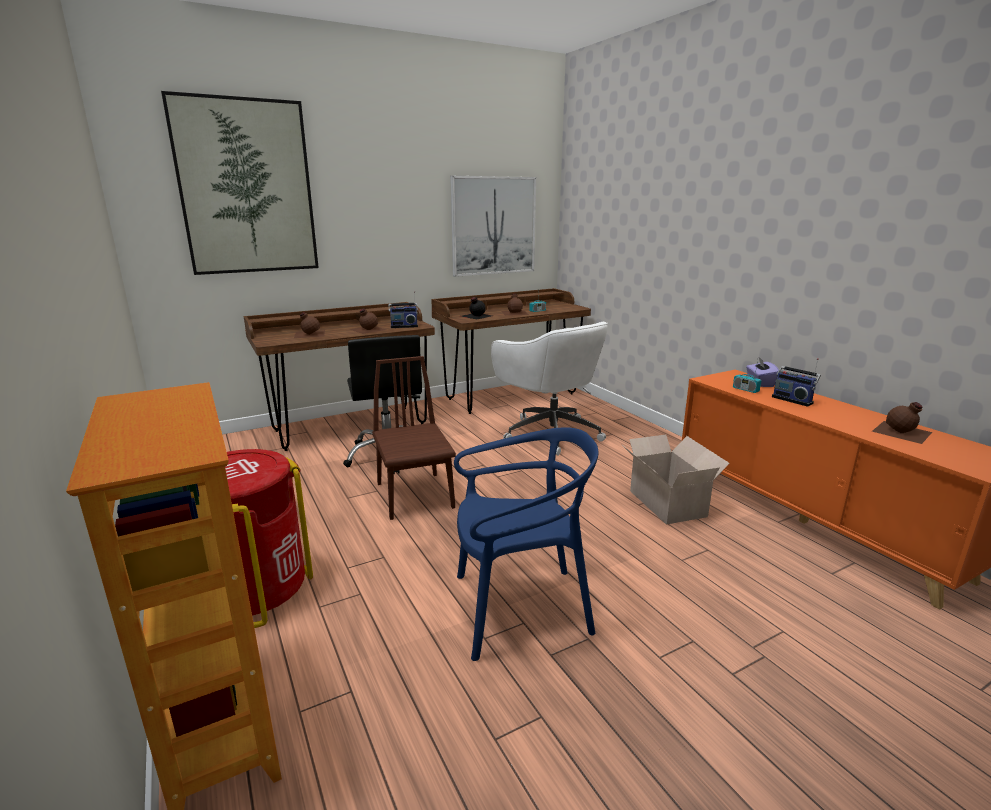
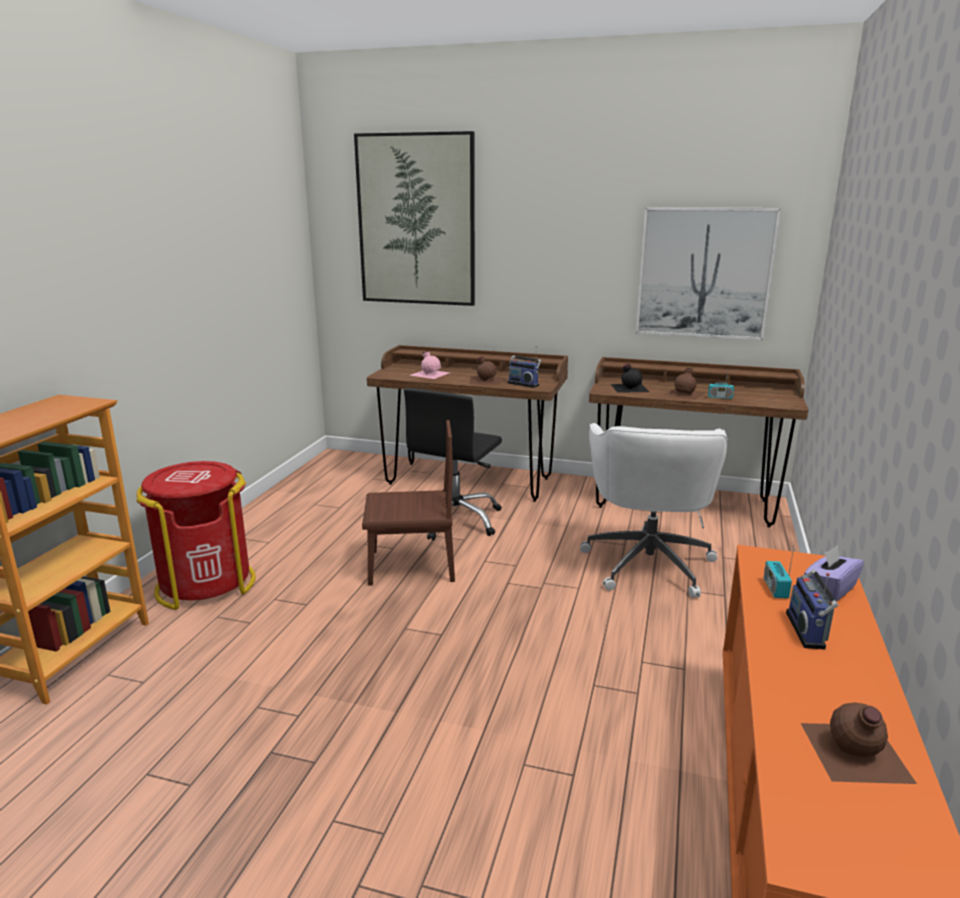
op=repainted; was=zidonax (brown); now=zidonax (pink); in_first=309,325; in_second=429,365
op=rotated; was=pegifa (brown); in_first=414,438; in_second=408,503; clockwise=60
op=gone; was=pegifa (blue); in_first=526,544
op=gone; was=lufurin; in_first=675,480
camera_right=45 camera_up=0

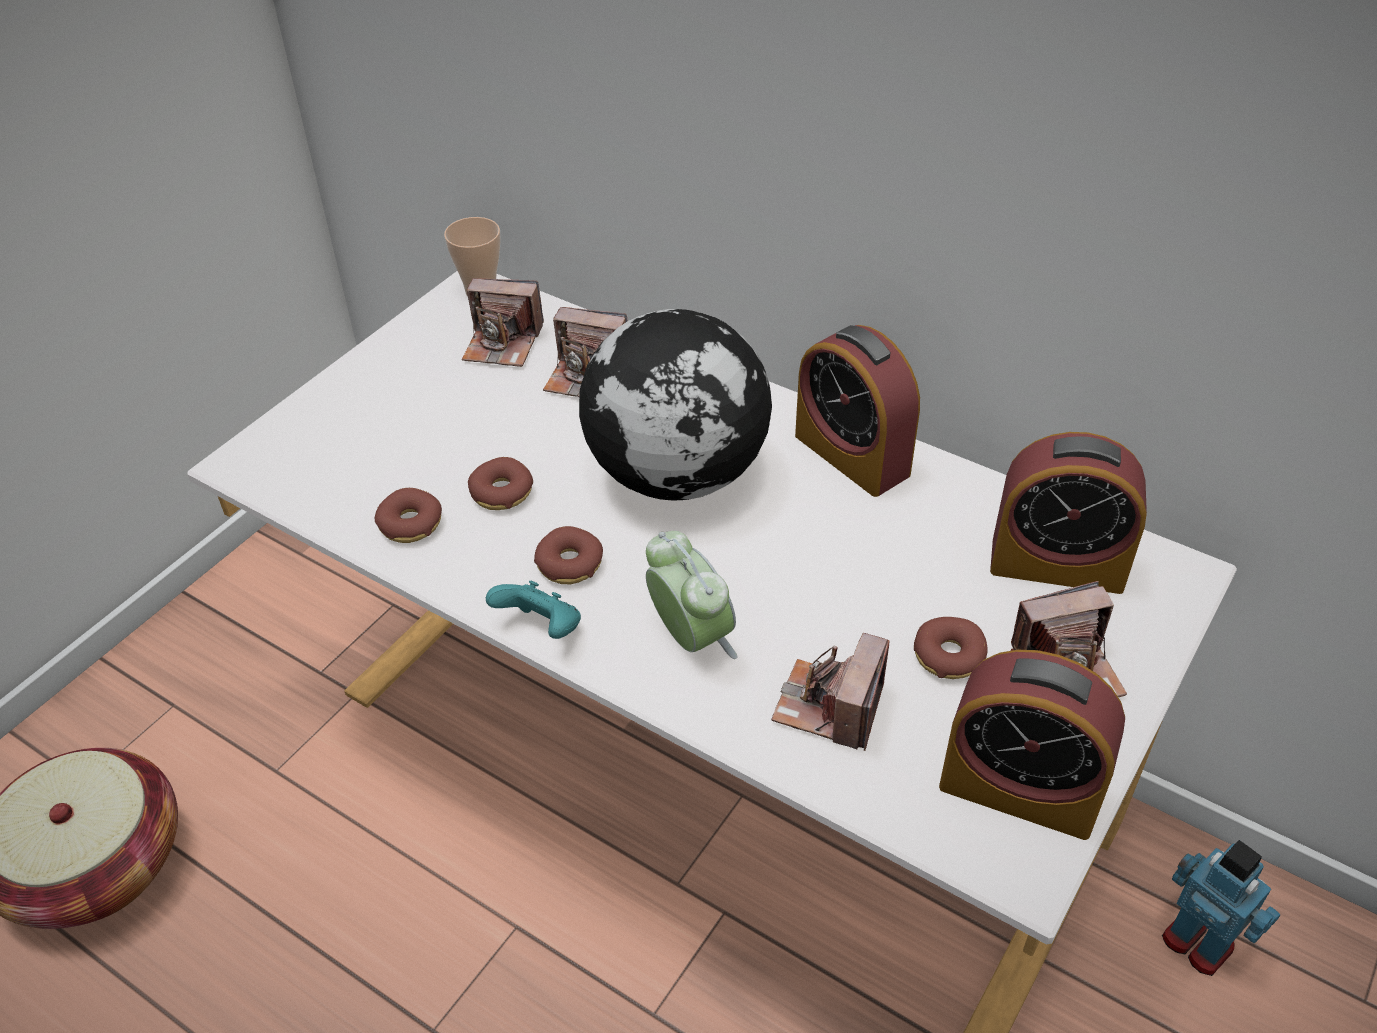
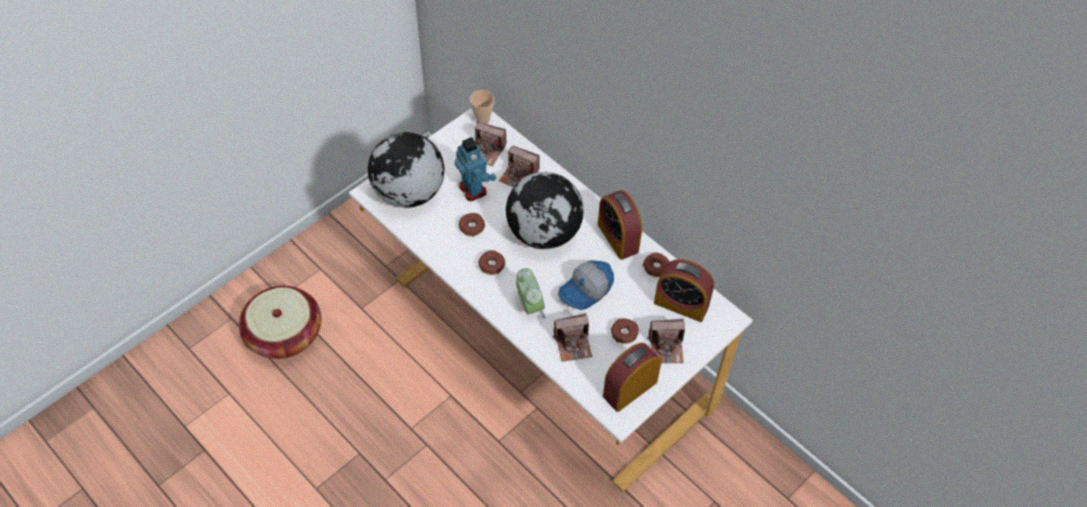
op=shifted; was=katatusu; in_first=408,515; in_second=656,265
op=gone; was=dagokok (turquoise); in_first=533,610
op=rotated; was=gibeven; in_first=830,692; in_second=572,337; clockwise=-135
op=rotated; was=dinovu; in_first=1032,745; in_second=632,377; clockwise=105
op=shifted; was=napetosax; in_first=1221,908; in_second=475,169
op=new; now=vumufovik; in_second=406,170
op=new; now=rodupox; in_second=586,285
camera_right=10 camera_up=10

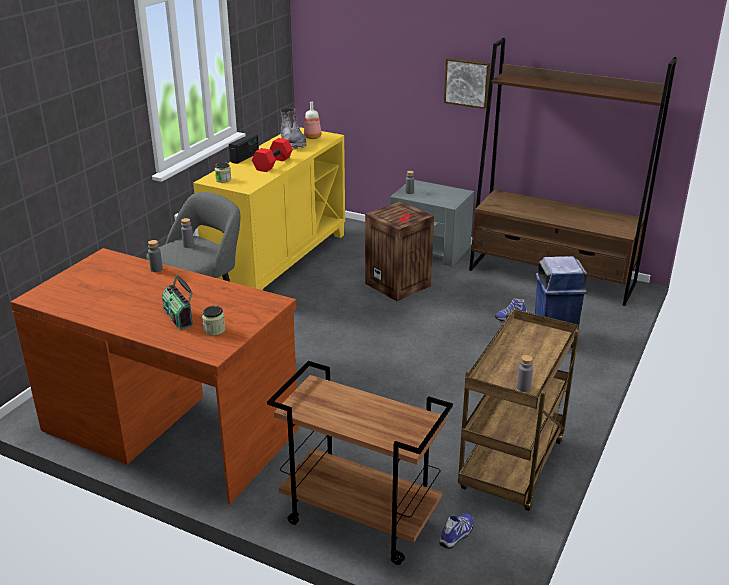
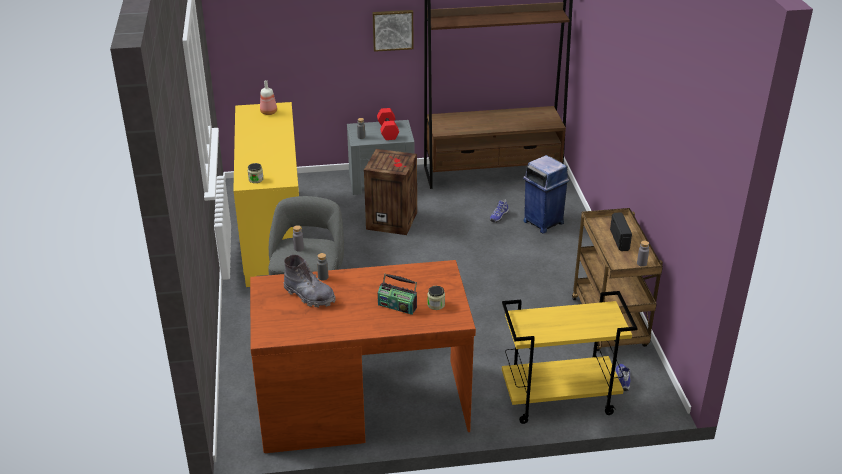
op=shifted; was=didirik; in_first=244,148; in_second=621,231
op=shifted; was=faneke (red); in_first=272,155; in_second=388,124
op=repainted; was=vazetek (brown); now=vazetek (yellow); in_first=360,463; in_second=570,357
op=shifted; was=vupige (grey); in_first=293,128; in_second=310,281
camera_right=-35 camera_up=5

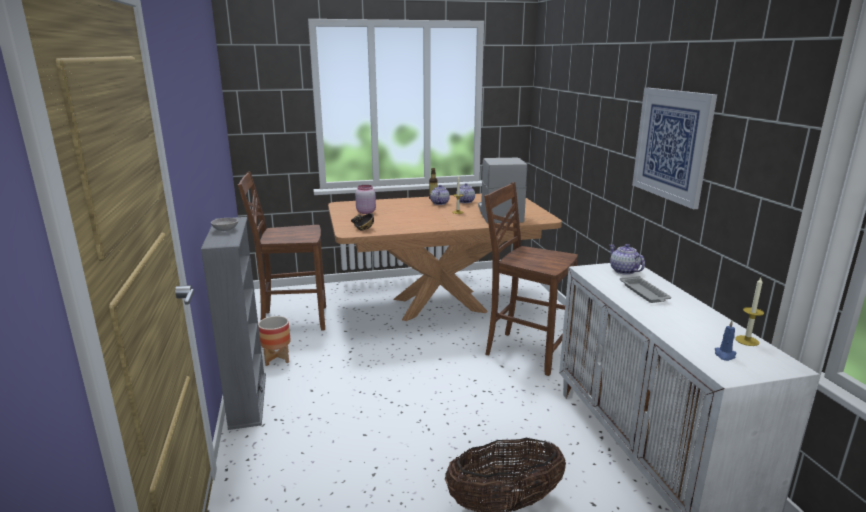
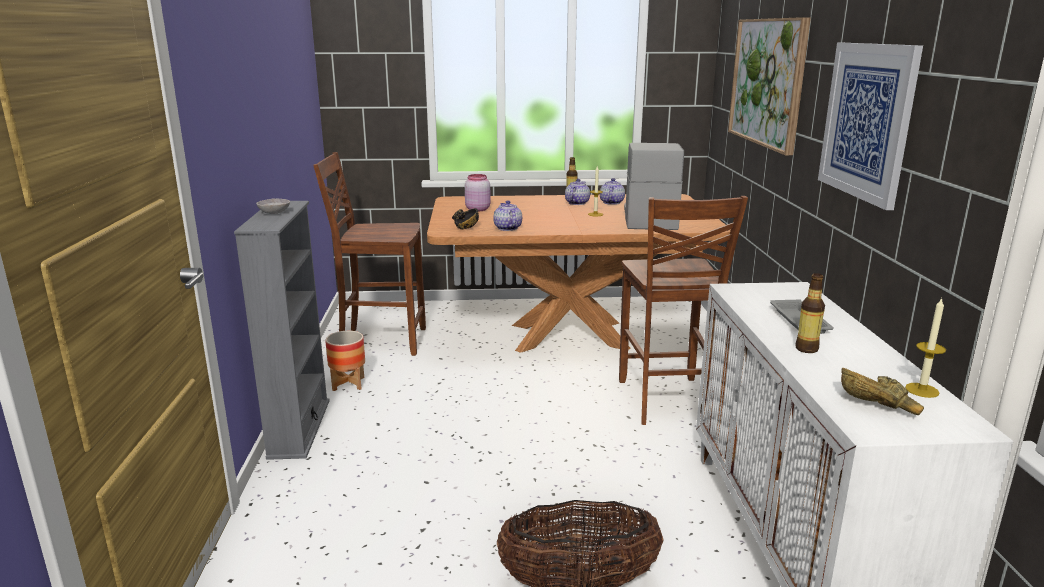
op=rotated; was=pegifa (brown); in_first=531,279; in_second=683,310; clockwise=-135
op=shifted; was=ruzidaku; in_first=627,259; in_second=507,215
op=swapped; was=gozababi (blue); now=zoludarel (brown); in_first=725,340; in_second=882,391
op=new; now=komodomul; in_second=769,86
op=new; now=zidonax; in_second=810,313
camera_right=10 camera_up=0

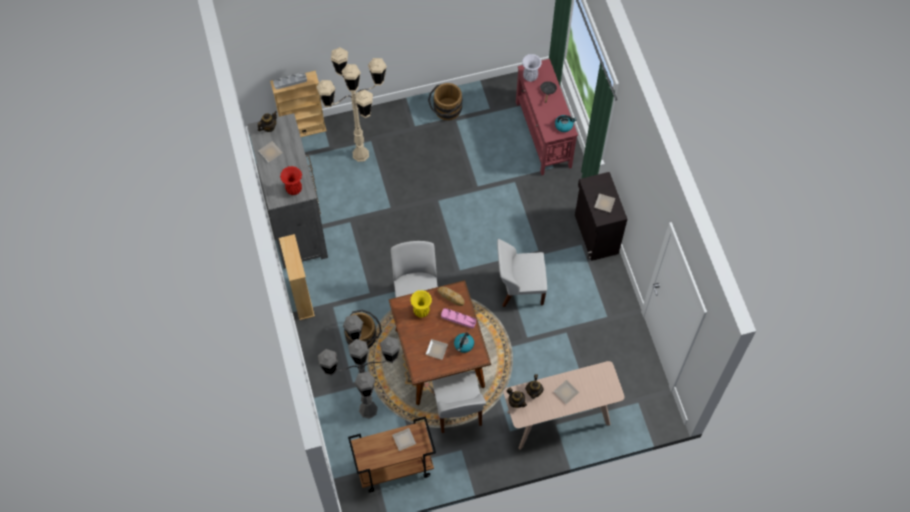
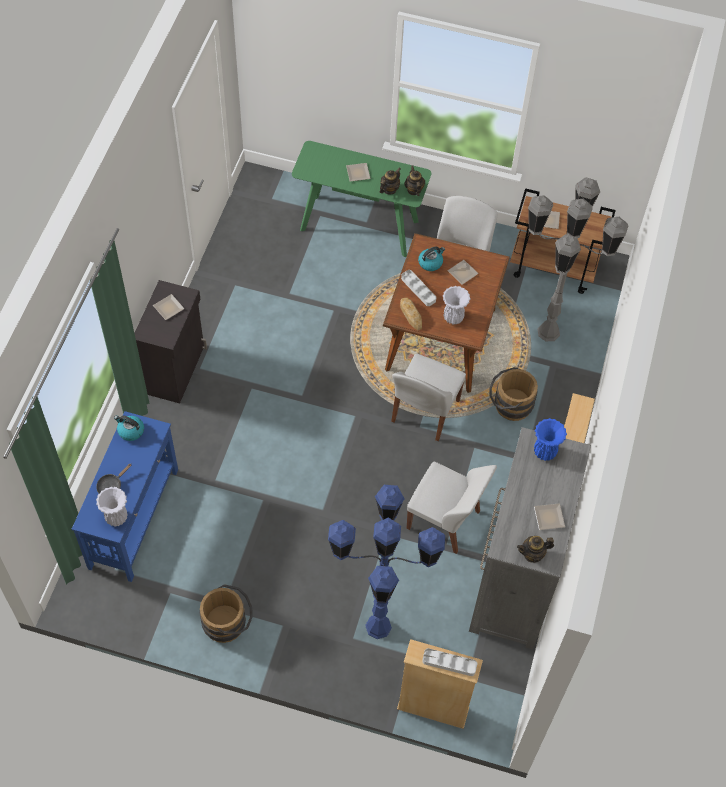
op=repainted; was=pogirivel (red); now=pogirivel (blue); in_first=291,180; in_second=550,439
op=repainted; was=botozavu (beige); now=botozavu (blue); in_first=351,104; in_second=386,562
op=repainted; was=pogirivel (yellow); now=pogirivel (white); in_first=421,303; in_second=456,305
op=repainted; was=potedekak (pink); now=potedekak (grey); in_first=458,318; in_second=418,288
op=shifted; was=pegifa (white); in_first=522,273; in_second=452,508
op=repainted; was=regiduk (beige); now=regiduk (green); in_first=564,405; in_second=362,199
op=repainted; was=regiduk (red); now=regiduk (blue); in_first=547,117; in_second=125,496
camera_right=-150 camera_up=-5

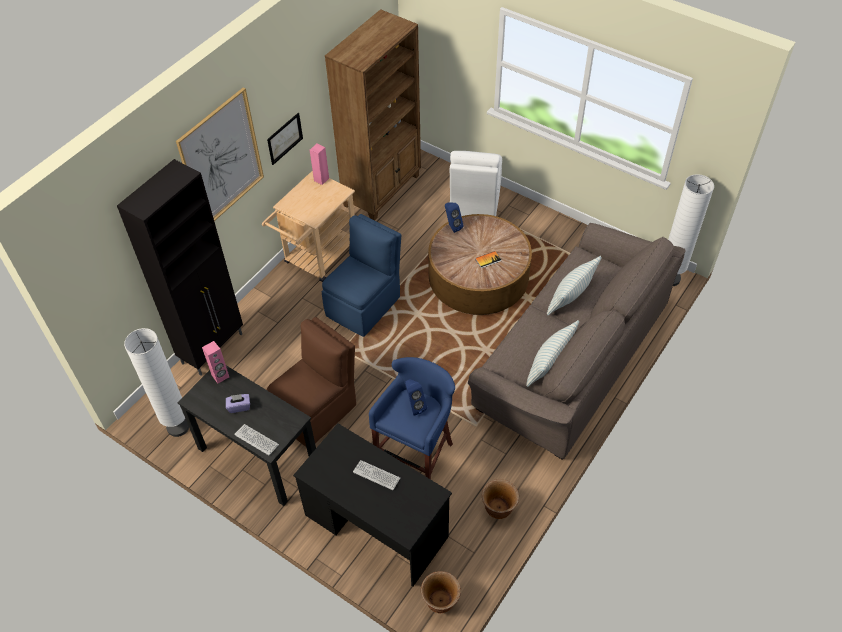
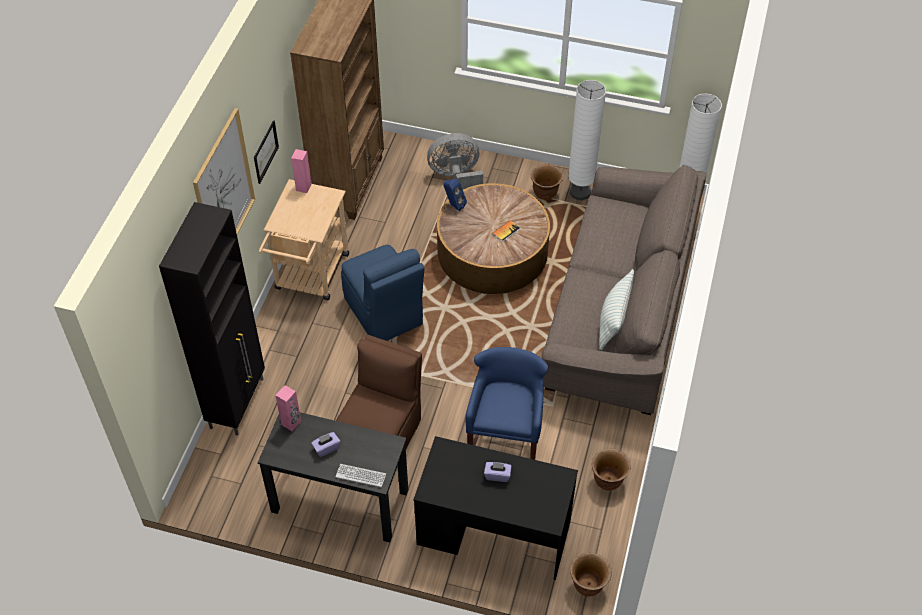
op=shifted; was=botozavu (white); in_first=156,382; in_second=587,140
op=rotated; was=pegifa (blue); in_first=361,275; in_second=383,293; clockwise=135
op=swapped; was=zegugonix; now=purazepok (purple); in_first=376,475; in_second=498,472
op=gone; was=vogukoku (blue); in_first=416,397
op=swapped; was=pegifa (white); now=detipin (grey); in_first=476,183; in_second=455,161
op=gone; was=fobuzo; in_first=574,286
op=new; now=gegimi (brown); in_second=547,182
camera_right=-20 camera_up=0

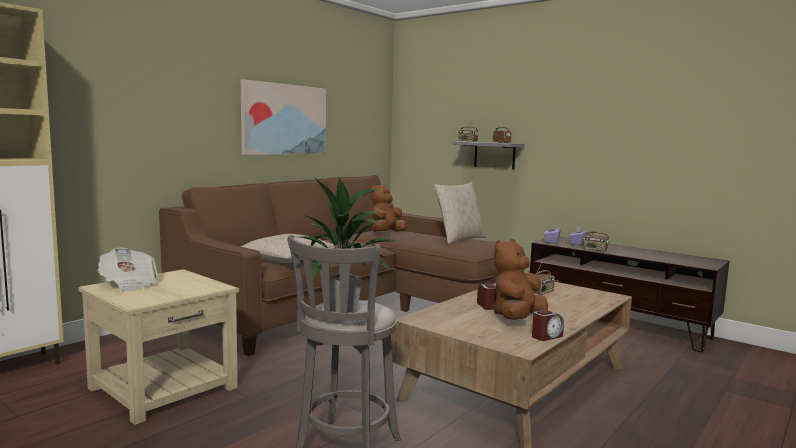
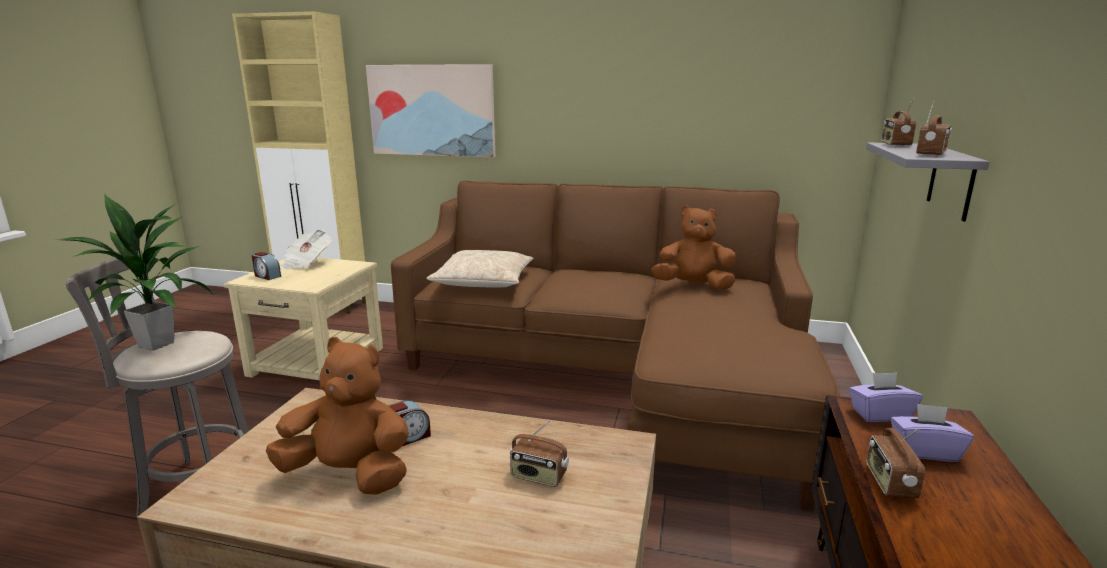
op=shifted; was=komodomul; in_first=283,117; in_second=430,110
op=gone; was=fobuzo (beige); in_first=460,213
op=shifted; was=dinovu; in_first=548,325; in_second=266,266
camera_right=65 camera_up=10

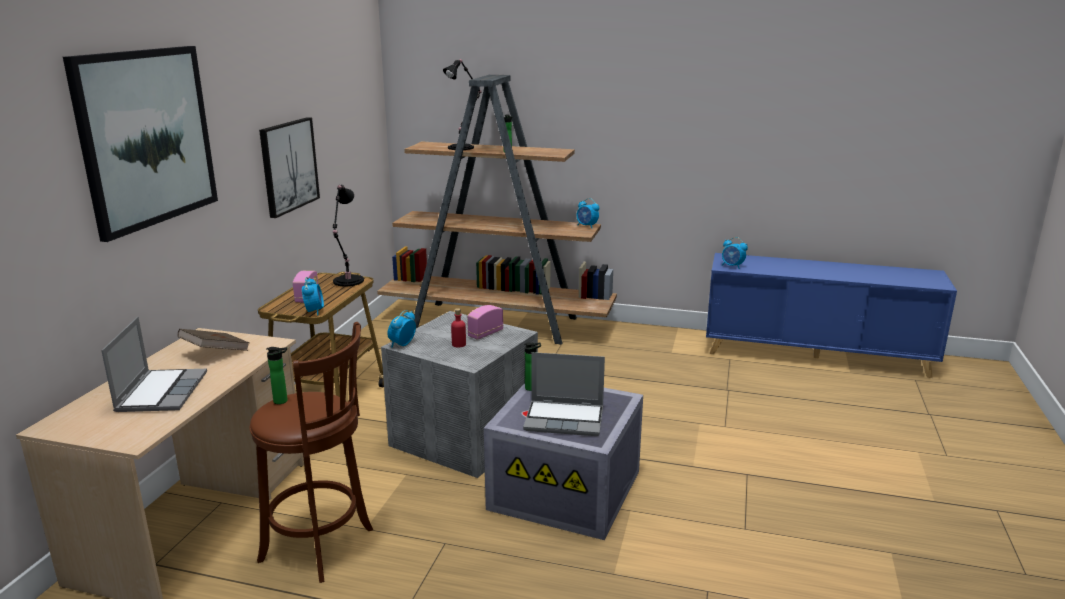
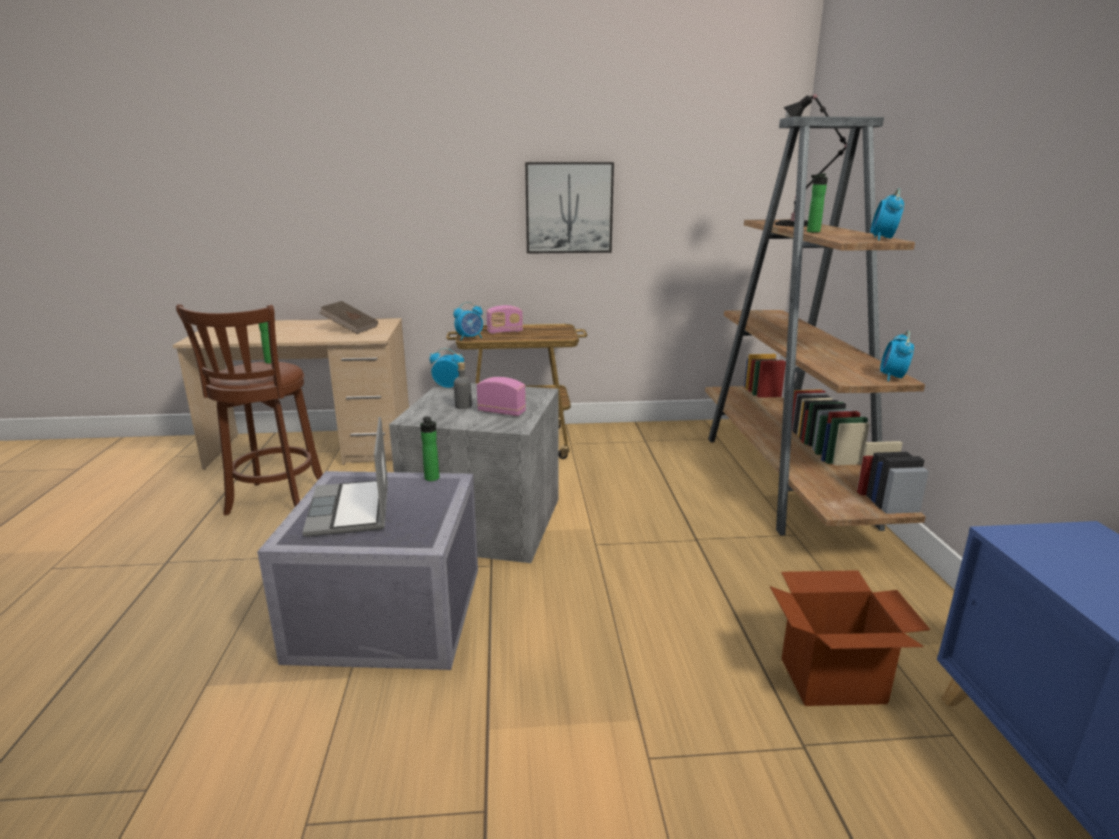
op=gone; was=komodomul; in_first=140,144
op=gone; was=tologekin; in_first=154,364
op=gone; was=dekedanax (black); in_first=348,235
op=repainted; was=zidonax (red); now=zidonax (grey); in_first=458,327; in_second=463,385
op=shifted; was=dinovu; in_first=735,253; in_second=887,214
op=new; now=lufurin; in_second=850,638
camera_right=70 camera_up=0

